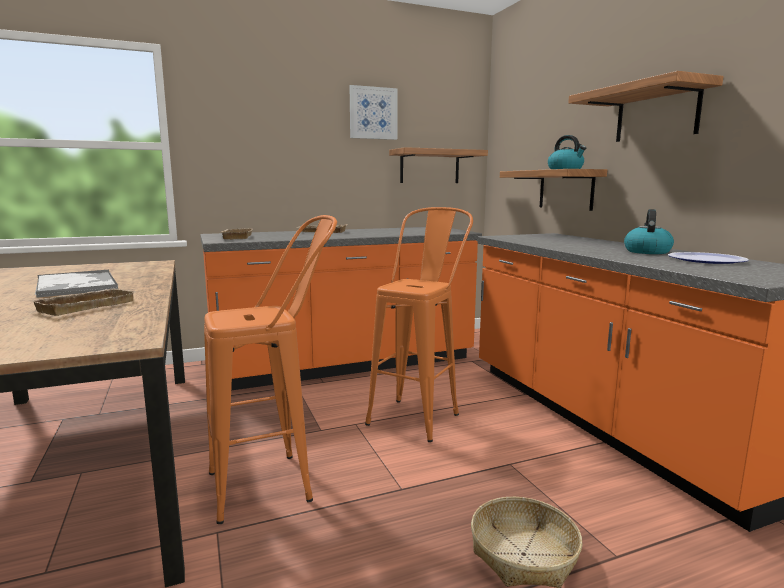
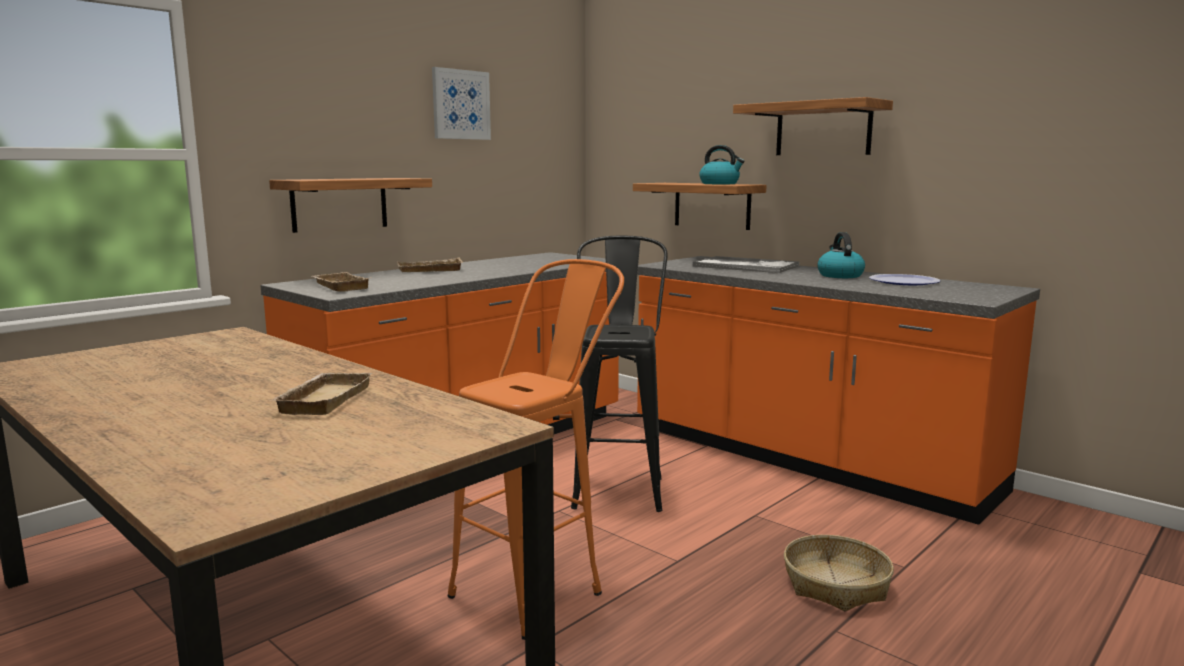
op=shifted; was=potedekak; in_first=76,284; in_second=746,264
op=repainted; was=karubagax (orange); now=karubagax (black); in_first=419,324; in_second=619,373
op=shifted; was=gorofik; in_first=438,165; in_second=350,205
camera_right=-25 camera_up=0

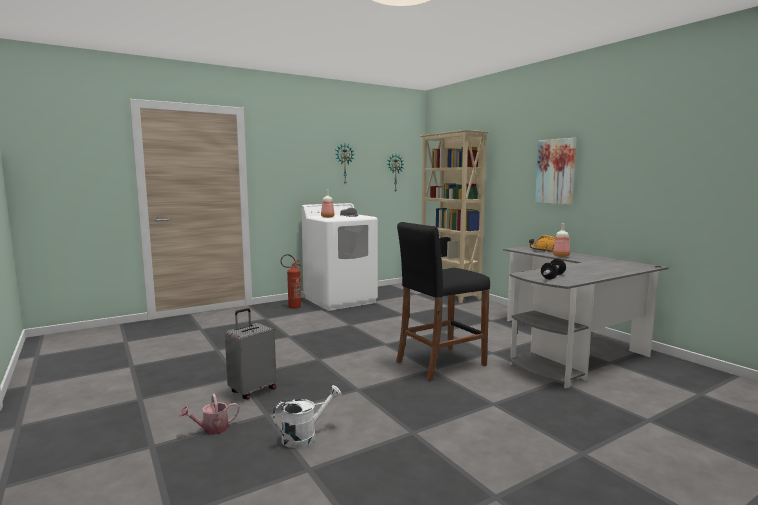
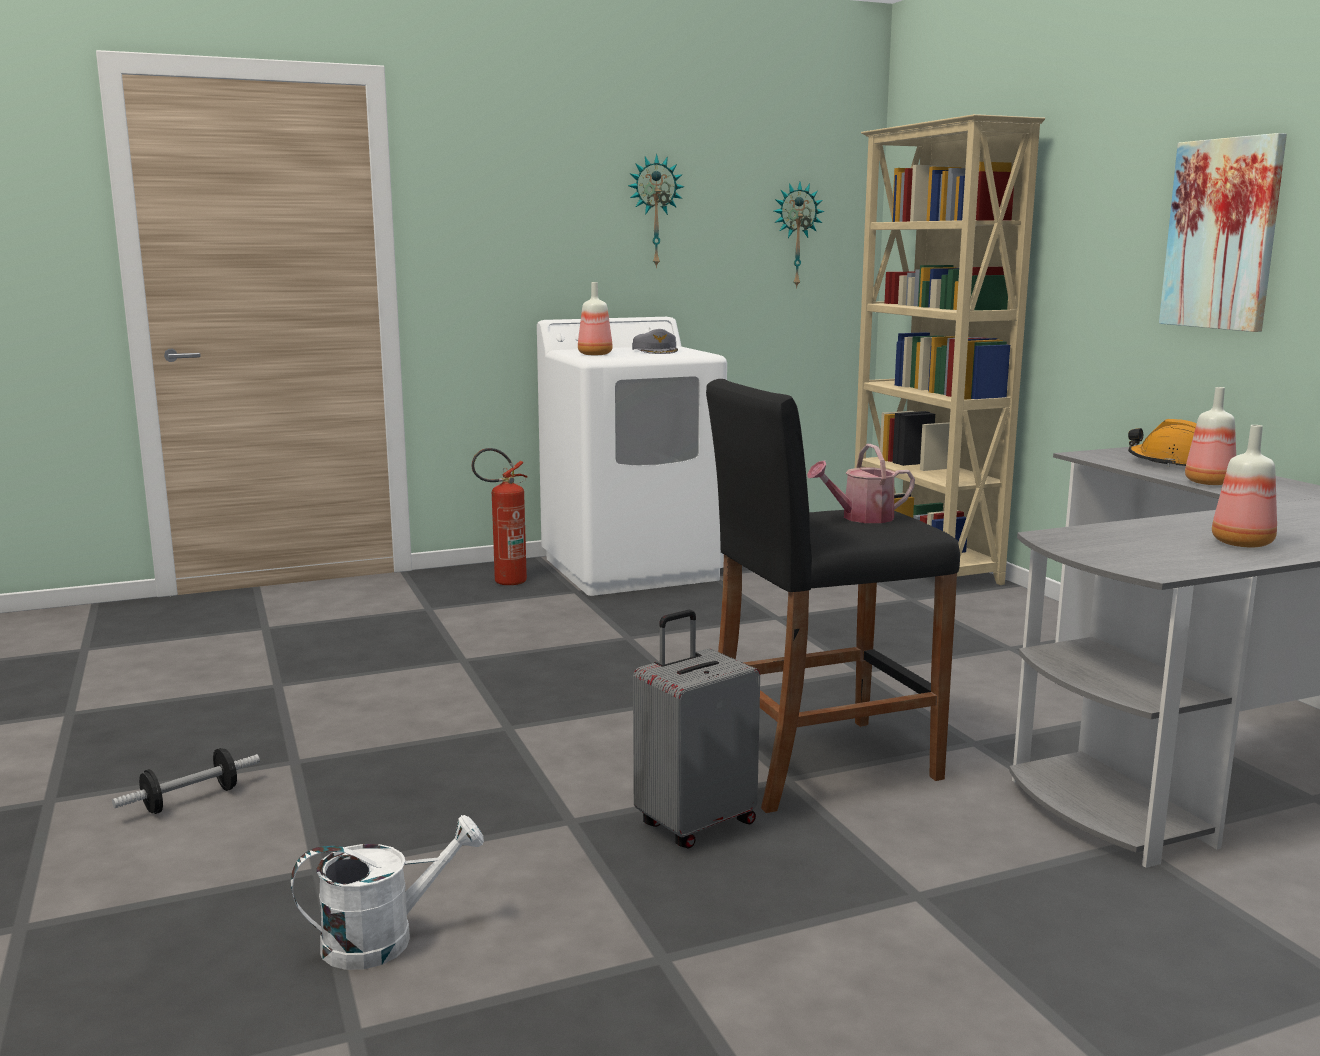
op=shifted; was=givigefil; in_first=209,414; in_second=861,483
op=shifted; was=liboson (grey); in_first=250,353; in_second=696,729
op=shifted; was=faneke; in_first=553,269; in_second=186,781
op=new; now=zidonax; in_second=1244,486
camera_right=10 camera_up=5

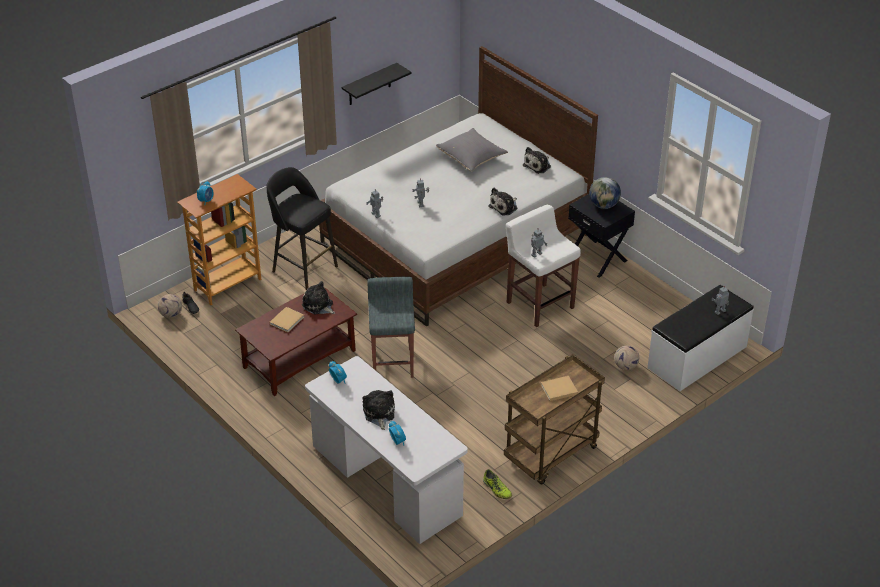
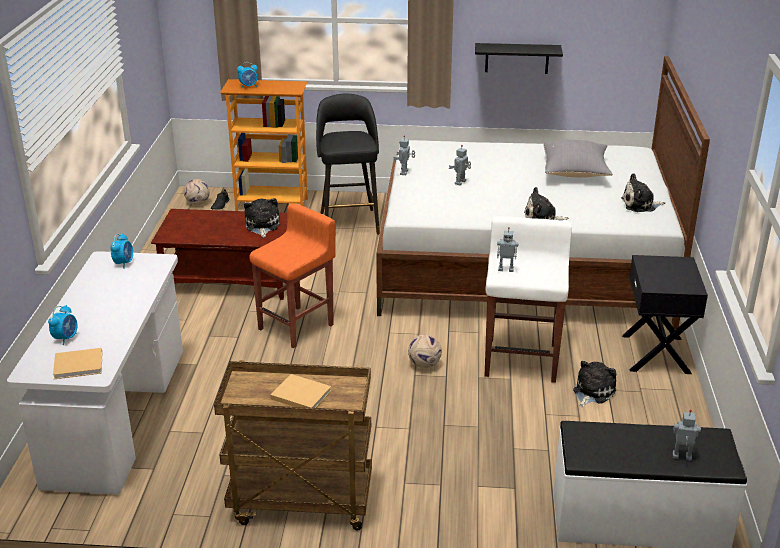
op=shifted; was=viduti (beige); in_first=287,319; in_second=77,363
op=shifted; was=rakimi; in_first=378,410; in_second=594,384
op=repainted; was=karubagax (grey); now=karubagax (orange); in_first=391,327; in_second=292,275
op=gone; was=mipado; in_first=497,484
op=gone; was=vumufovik; in_first=605,193
op=shifted; was=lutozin; in_first=626,358; in_second=425,351
camera_right=45 camera_up=-10

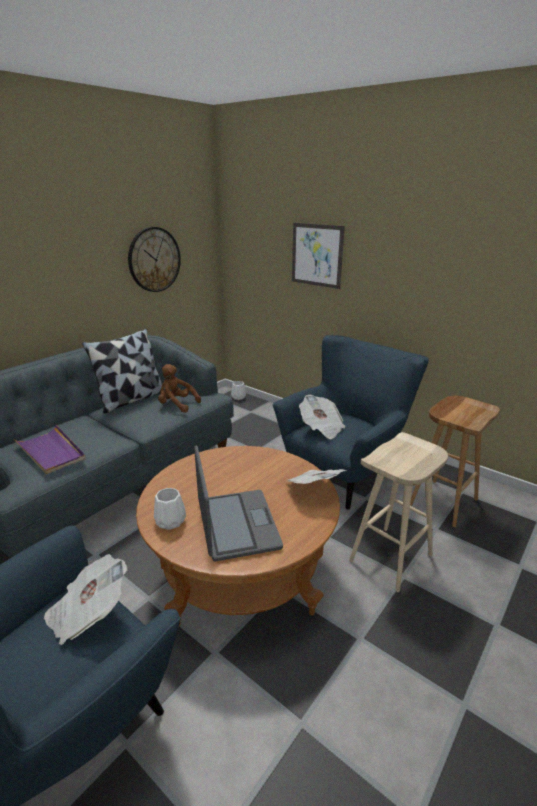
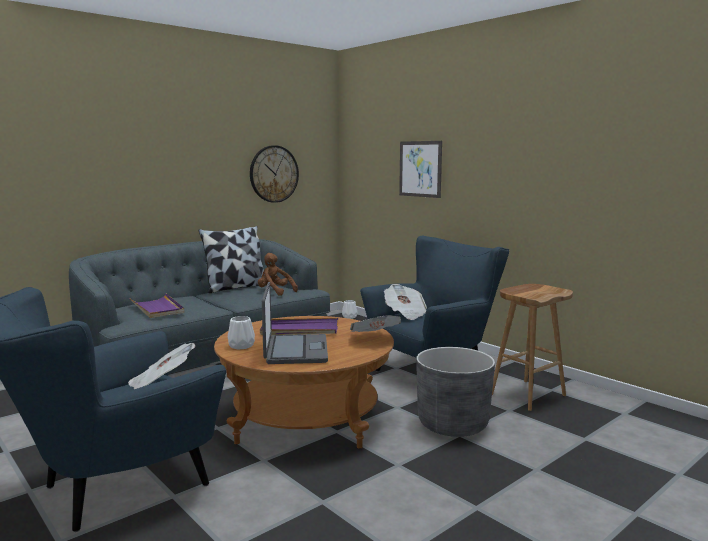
op=swapped; was=karubagax (beige); now=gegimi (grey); in_first=398,512; in_second=455,392
op=new; now=potedekak (purple); in_second=299,326
camera_right=10 camera_up=-15

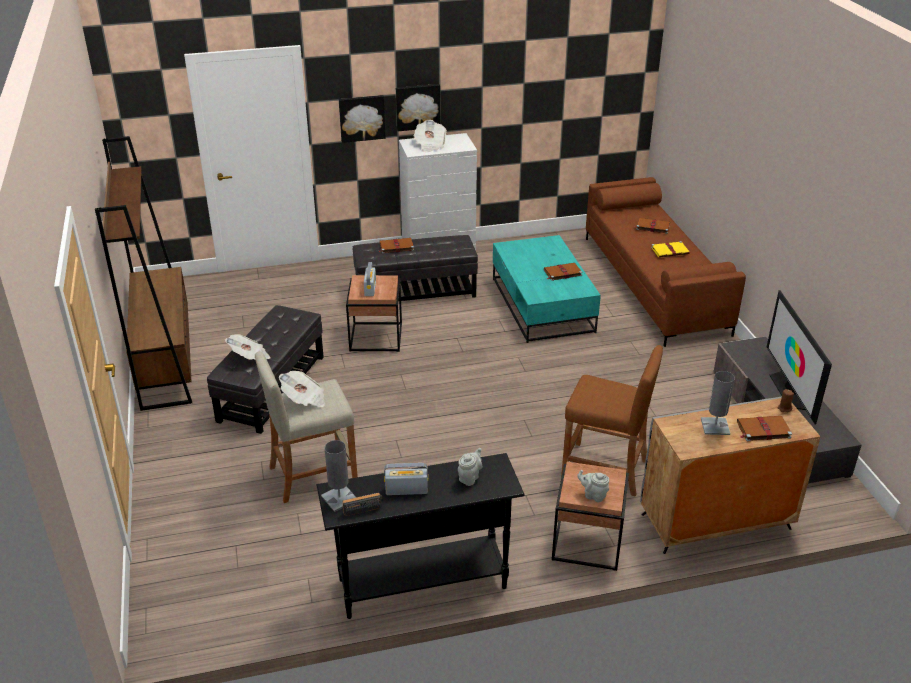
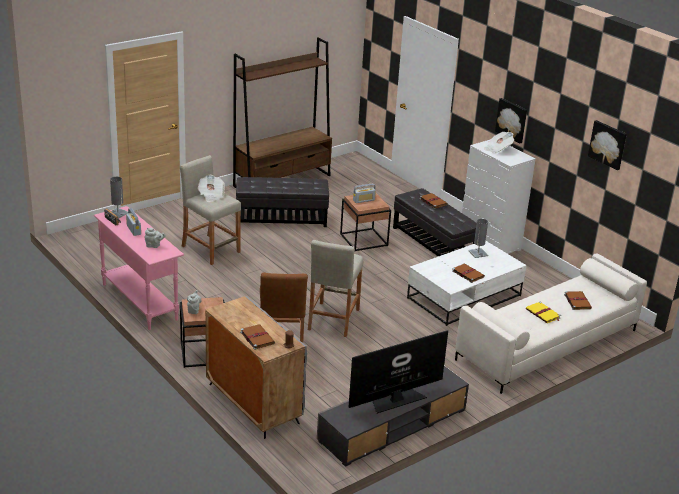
op=gone; was=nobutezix; in_first=248,347
op=repainted; was=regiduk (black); now=regiduk (pink); in_first=421,536; in_second=139,268
op=shifted; was=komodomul; in_first=362,119; in_second=607,145
op=repainted; was=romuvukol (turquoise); now=romuvukol (white); in_first=547,289; in_second=466,283
op=repainted; was=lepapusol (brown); now=lepapusol (white); in_first=666,262; in_second=551,323
op=shifted; was=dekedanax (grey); in_first=718,403; in_second=478,238
op=new; now=karubagax (beige); in_second=335,288
camera_right=65 camera_up=-5

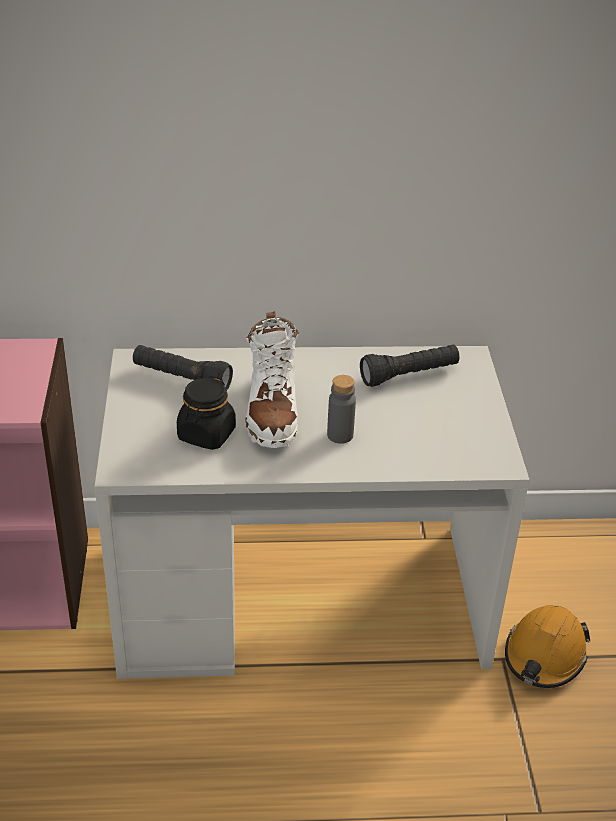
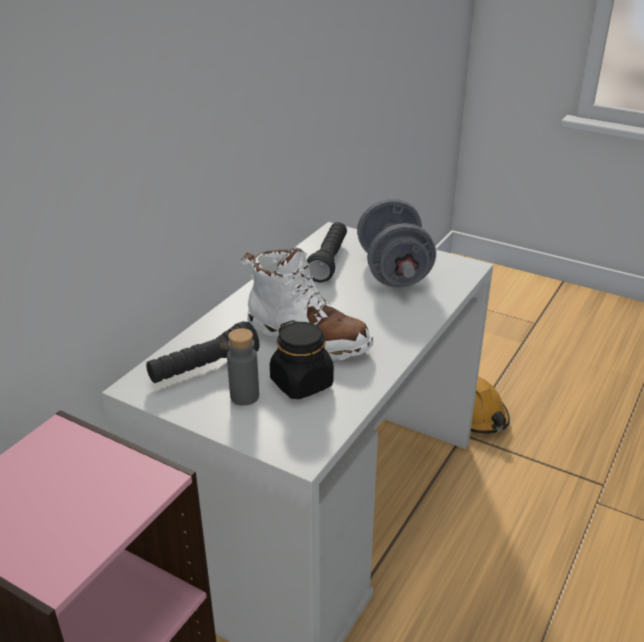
op=shifted; was=zidonax (grey); in_first=341,409; in_second=243,367
op=new; now=faneke (grey); in_second=396,243
camera_right=-55 camera_up=-5

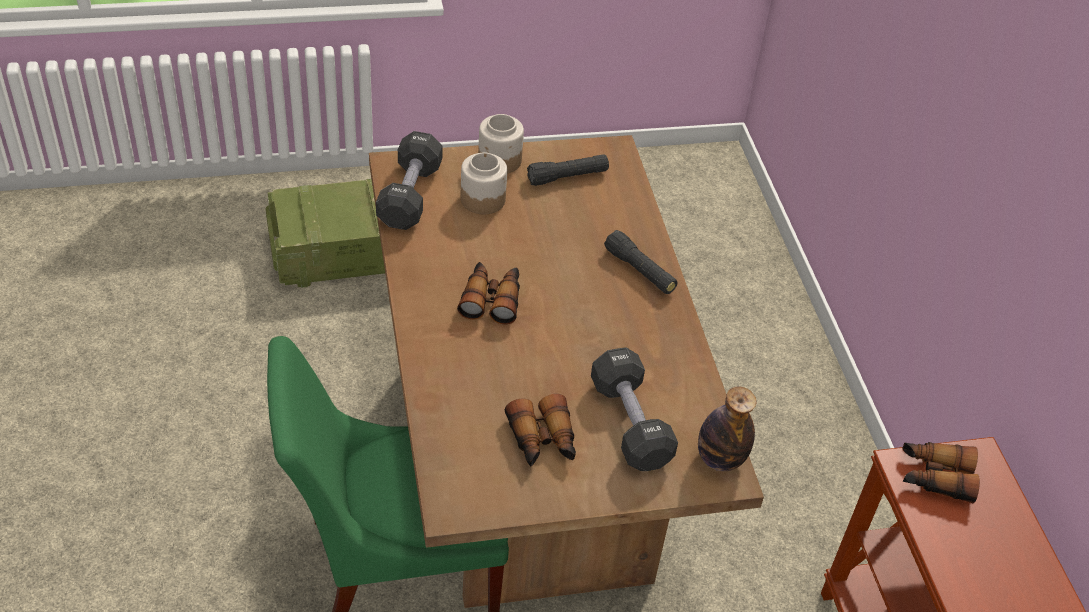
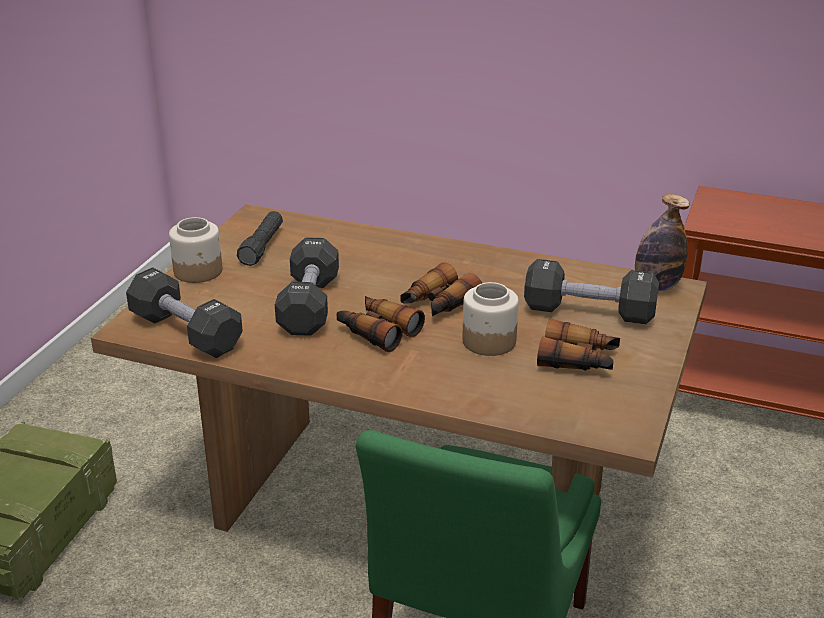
op=shifted; was=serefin; in_first=483,183; in_second=490,319
op=gone; was=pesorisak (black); in_first=640,262
op=shifted; was=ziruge; in_first=941,472; in_second=441,289
op=new; now=faneke (black); in_second=307,286
camera_right=-55 camera_up=-15

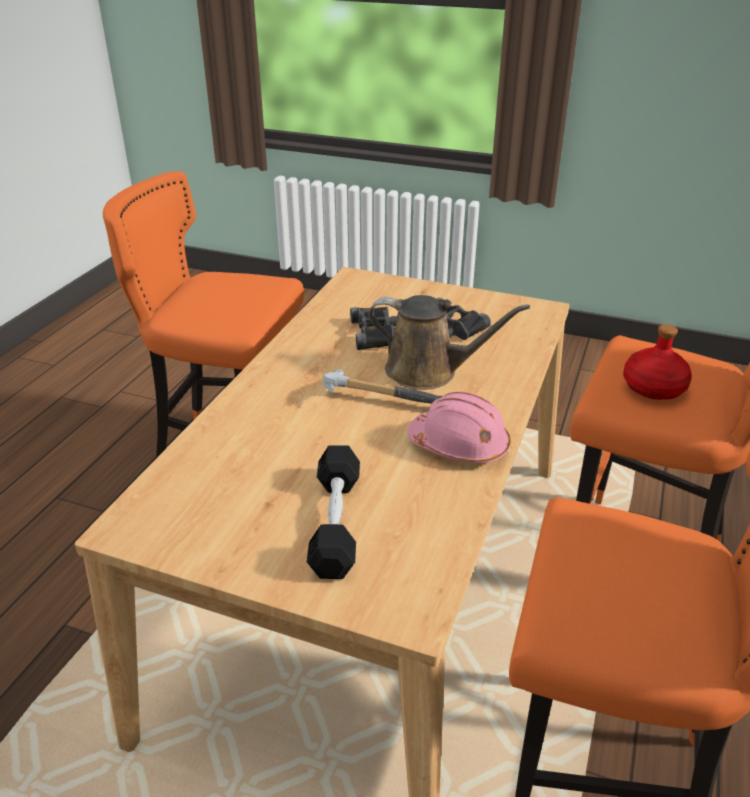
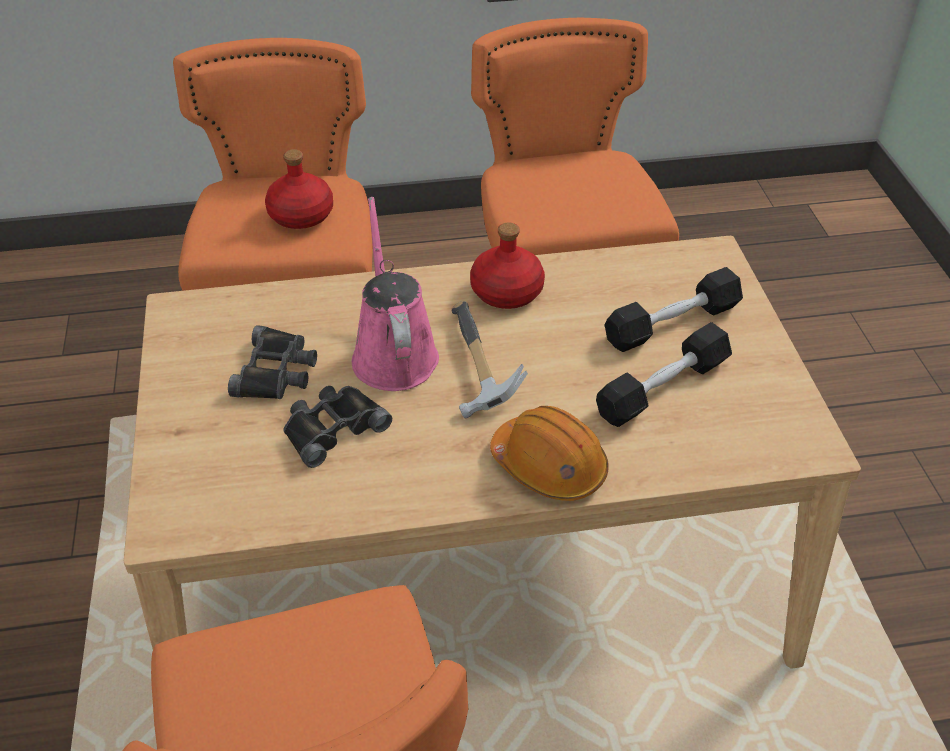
op=repainted; was=givigefil (brown); now=givigefil (pink); in_first=449,342; in_second=395,294
op=swapped; was=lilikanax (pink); now=zidonax (red); in_first=459,427; in_second=507,265
op=new; now=lilikanax (orange); in_second=549,453
op=new; now=faneke (black); in_second=664,374
camera_right=-120 camera_up=10

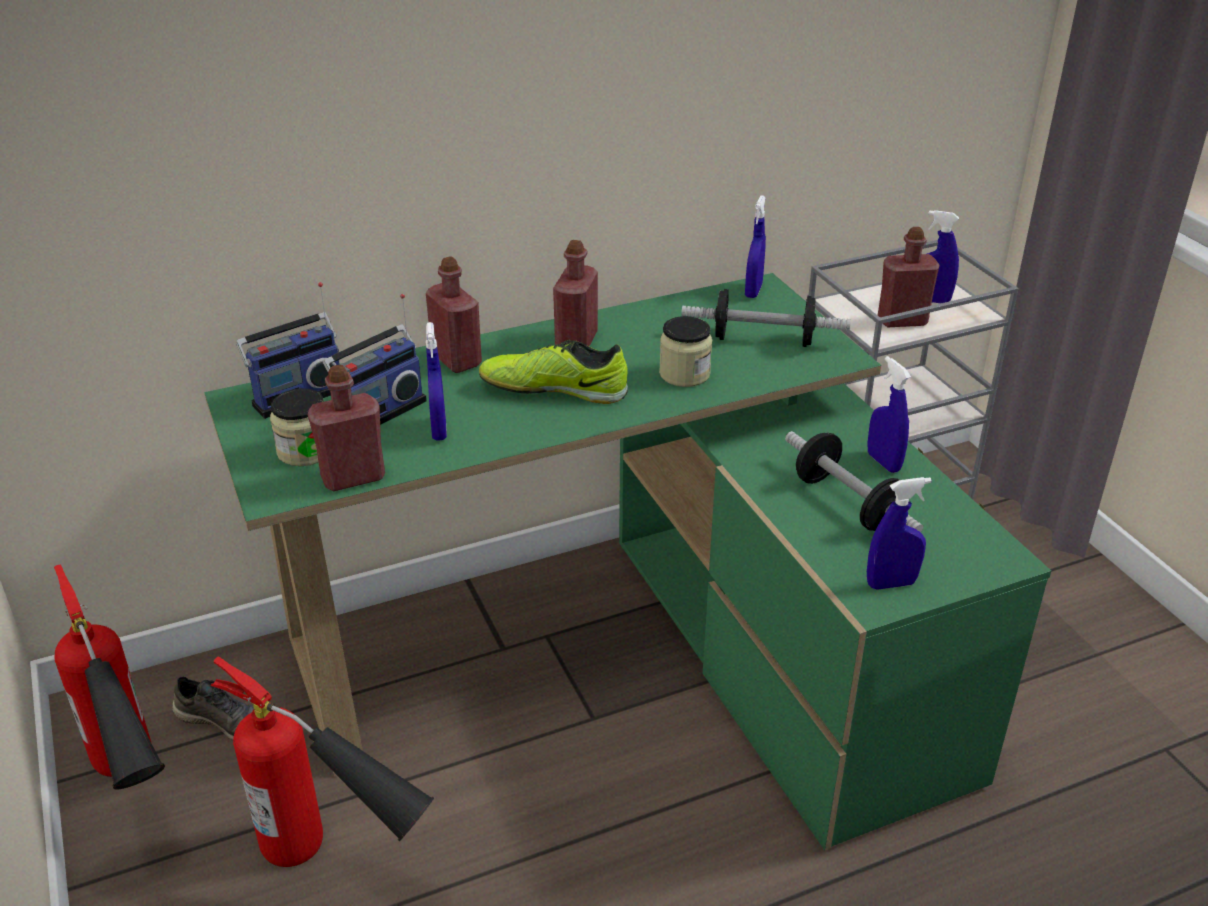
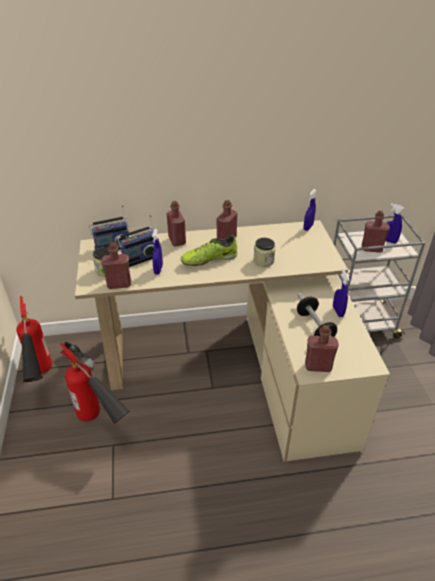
op=repainted; was=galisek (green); now=galisek (beige); in_first=627,561; in_second=232,341
op=rotated; was=mipado; in_first=553,372; in_second=209,250; clockwise=-45
op=gone; was=faneke; in_first=766,318
op=swapped; was=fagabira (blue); now=zidonax (red); in_first=899,533; in_second=322,348
camera_right=15 camera_up=5

